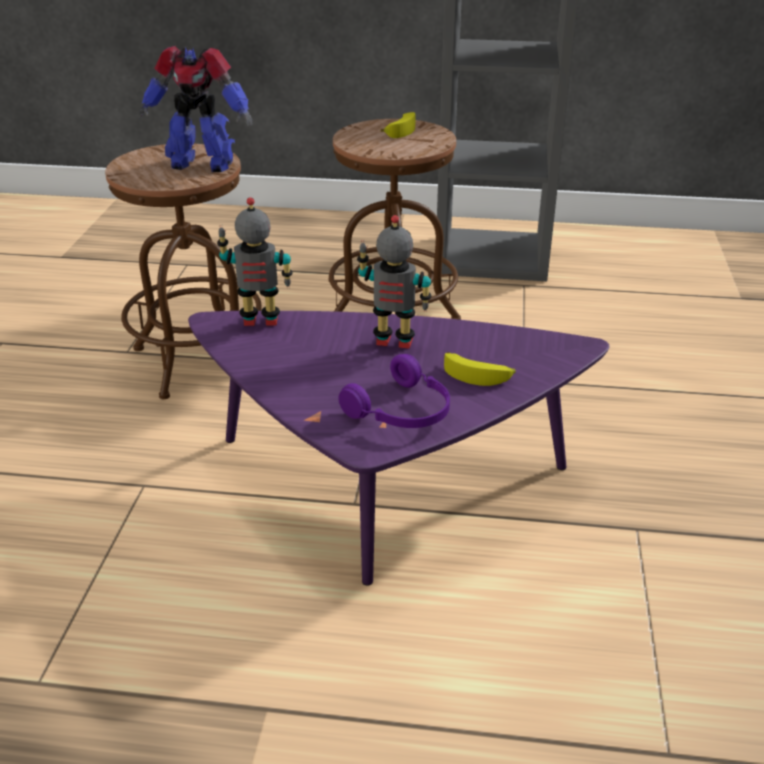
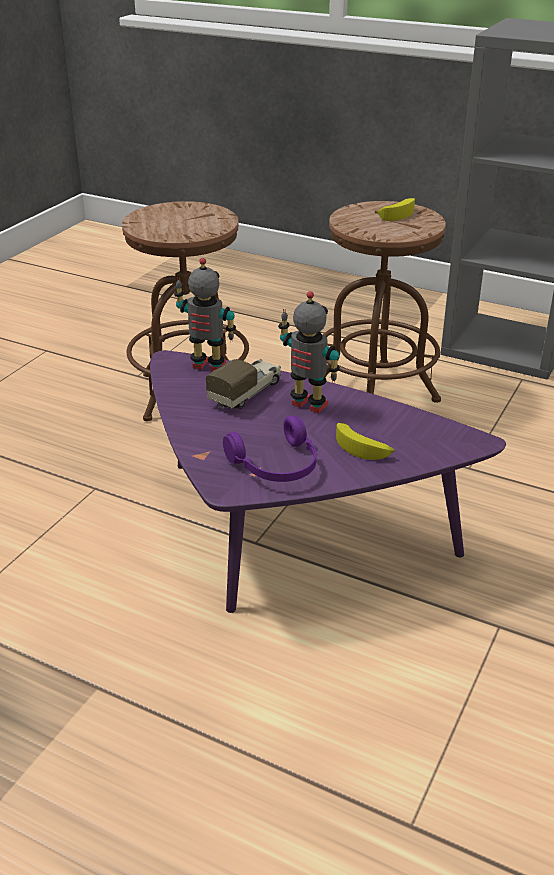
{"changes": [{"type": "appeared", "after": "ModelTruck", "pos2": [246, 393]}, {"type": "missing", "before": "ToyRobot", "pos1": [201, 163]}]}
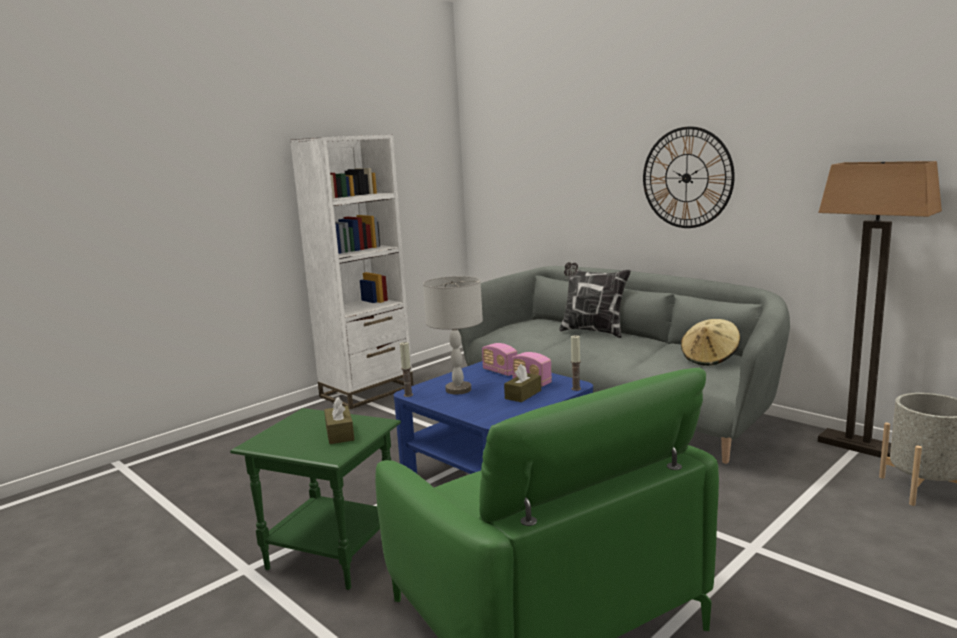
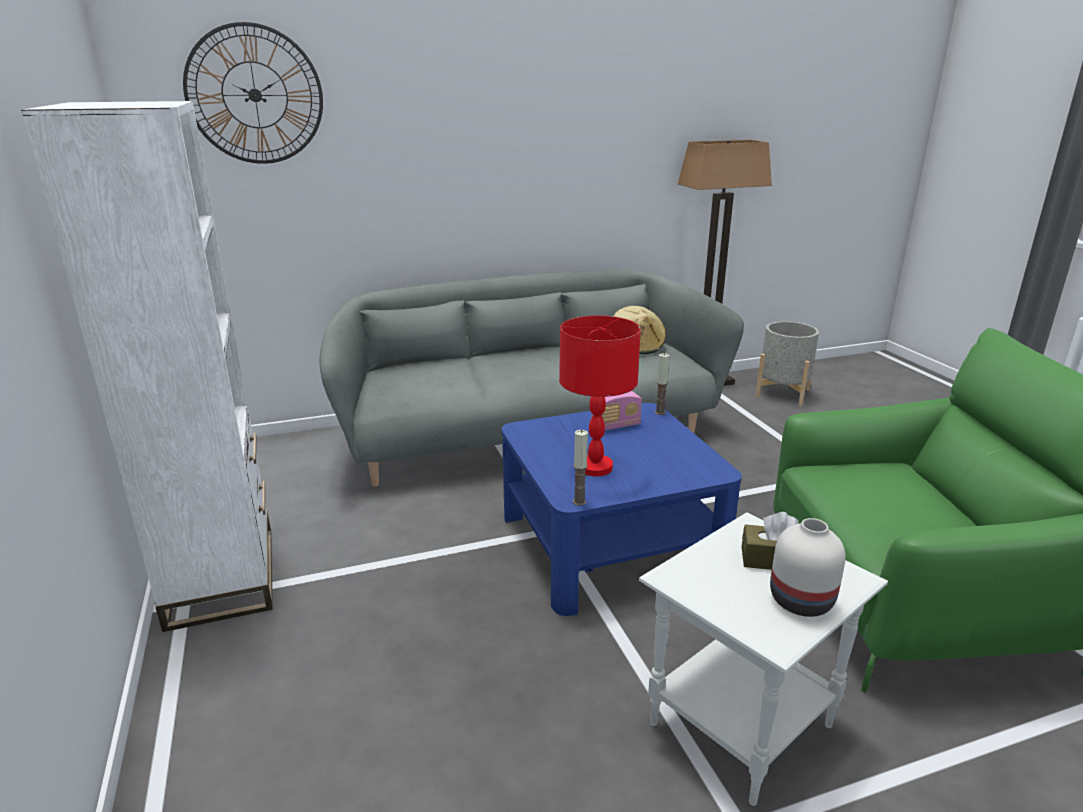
{"changes": [{"type": "relocated", "before": "WallClock", "pos1": [686, 178], "pos2": [255, 95]}, {"type": "colour", "before": "GreyishTableLamp", "after": "RedColouredTableLamp", "pos1": [459, 390], "pos2": [595, 467]}, {"type": "colour", "before": "GreenishEndTable", "after": "WhiteEndTable", "pos1": [334, 555], "pos2": [742, 723]}, {"type": "appeared", "after": "WhiteFlowerVase", "pos2": [799, 601]}, {"type": "missing", "before": "Radio", "pos1": [500, 371]}, {"type": "missing", "before": "BrownishTissueHolder", "pos1": [523, 394]}, {"type": "missing", "before": "ThrowPillow", "pos1": [592, 331]}]}
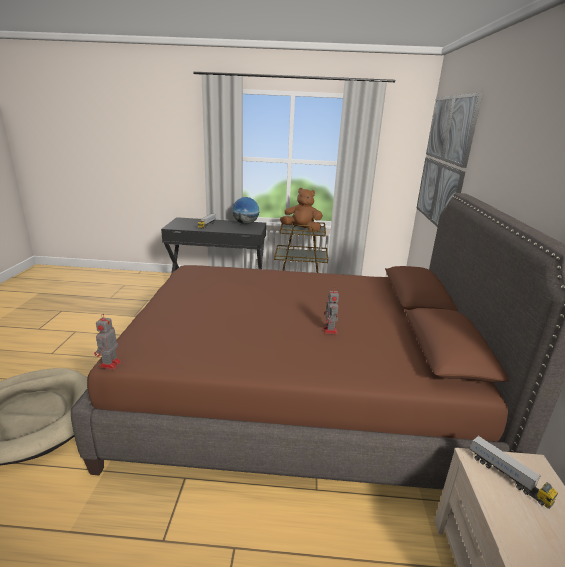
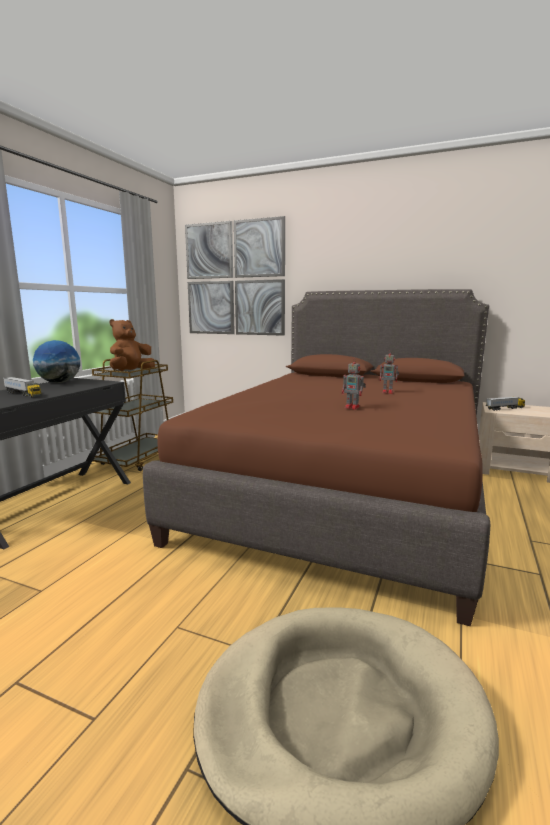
{"changes": [{"type": "relocated", "before": "ToyRobot", "pos1": [109, 365], "pos2": [353, 407]}]}
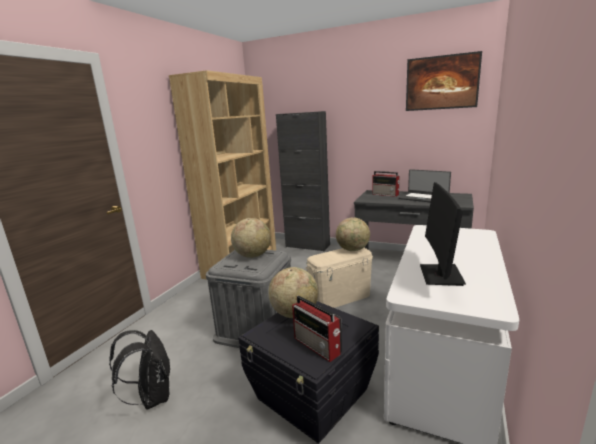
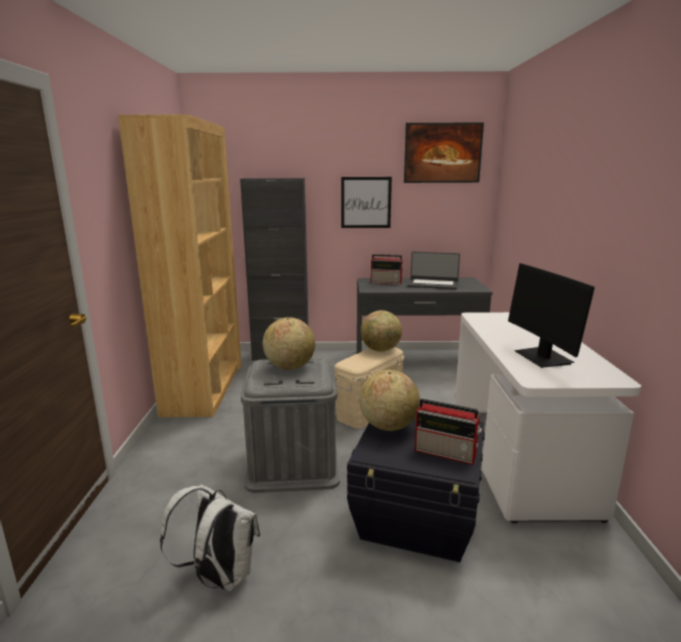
{"changes": [{"type": "colour", "before": "BlackColouredBackpack", "after": "WhiteBackpack", "pos1": [152, 397], "pos2": [219, 577]}, {"type": "appeared", "after": "WallArt", "pos2": [366, 202]}]}
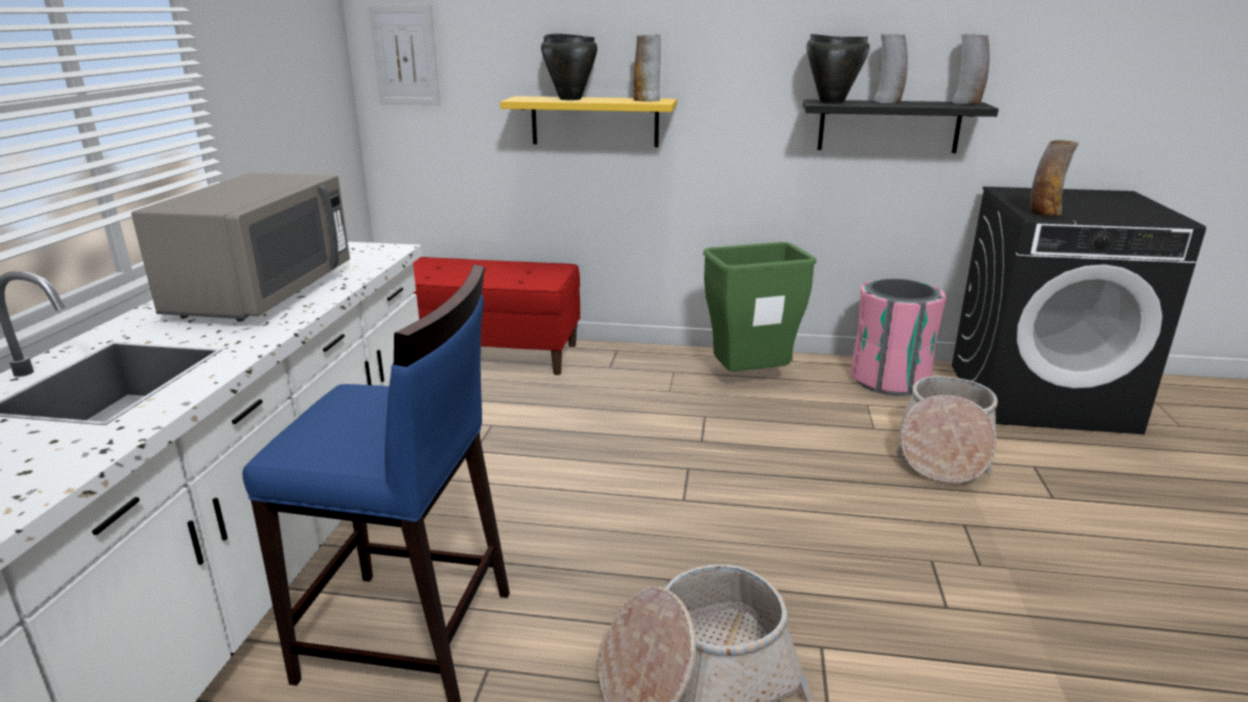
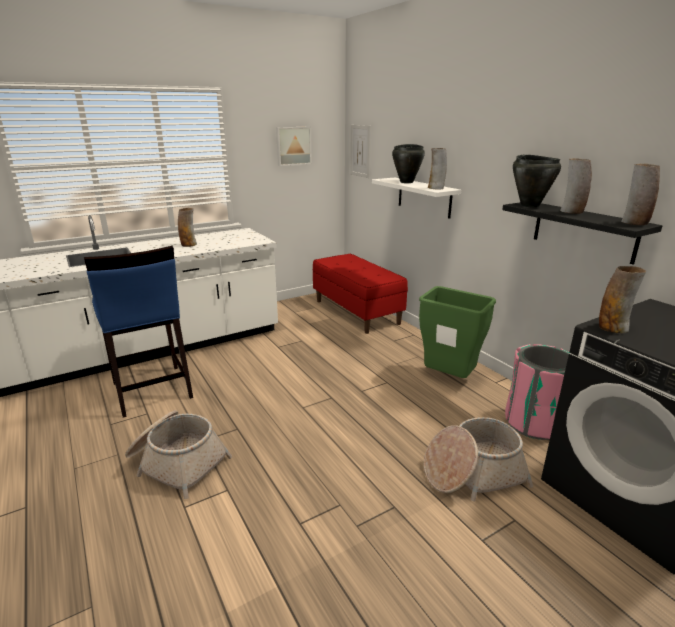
{"changes": [{"type": "exchanged", "before": "GreyishMicrowave", "after": "FlowerVase", "pos1": [264, 294], "pos2": [189, 245]}, {"type": "appeared", "after": "WallArt", "pos2": [293, 146]}, {"type": "colour", "before": "YellowBracketShelf", "after": "WhiteBracketShelf", "pos1": [594, 121], "pos2": [424, 197]}]}
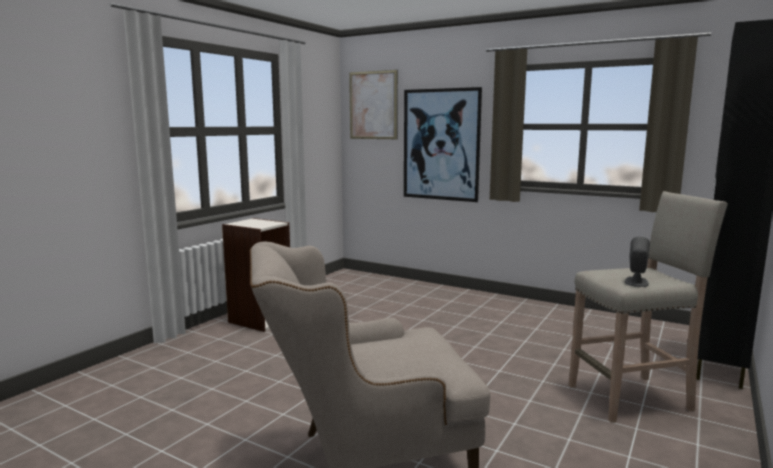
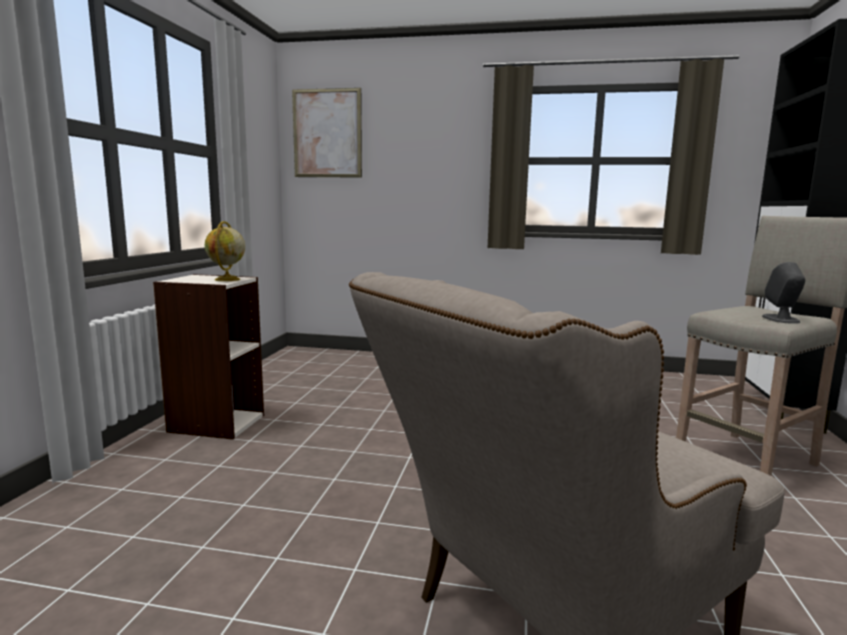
{"changes": [{"type": "appeared", "after": "DeskGlobe", "pos2": [227, 280]}, {"type": "missing", "before": "WallArt", "pos1": [441, 144]}]}
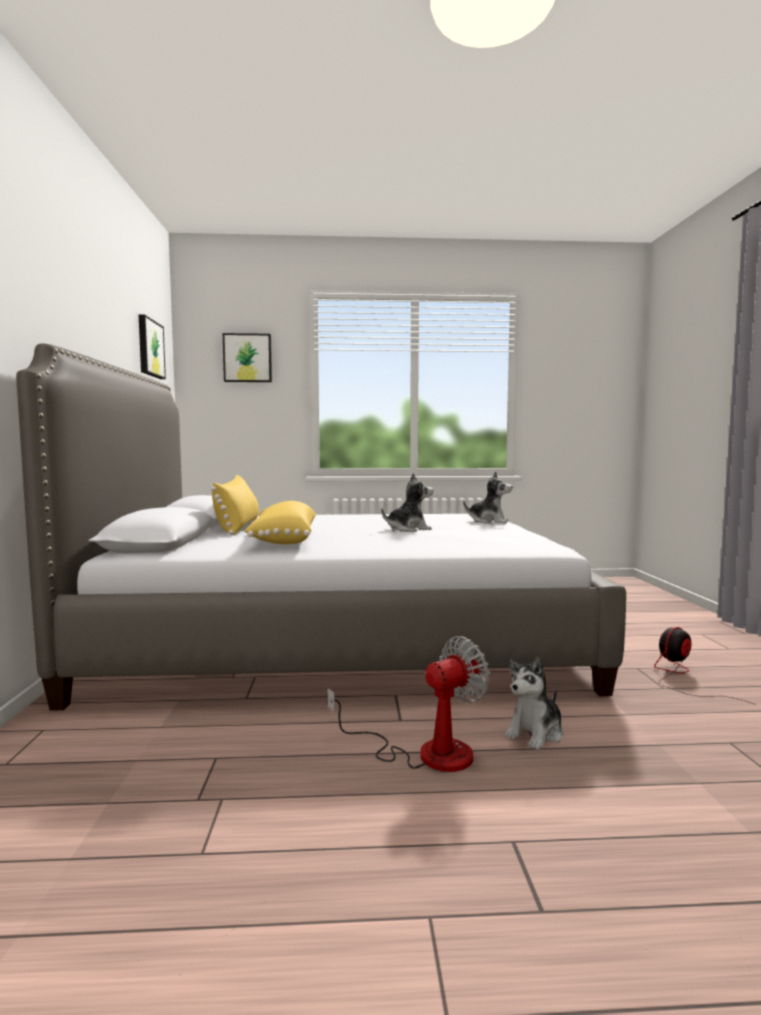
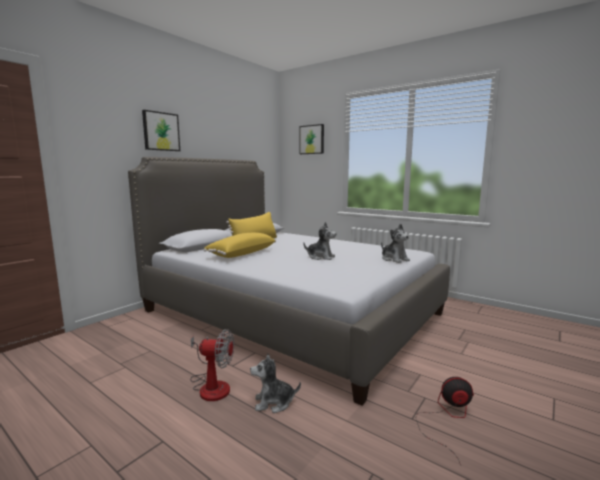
{"changes": [{"type": "relocated", "before": "WallArt", "pos1": [149, 348], "pos2": [161, 131]}]}
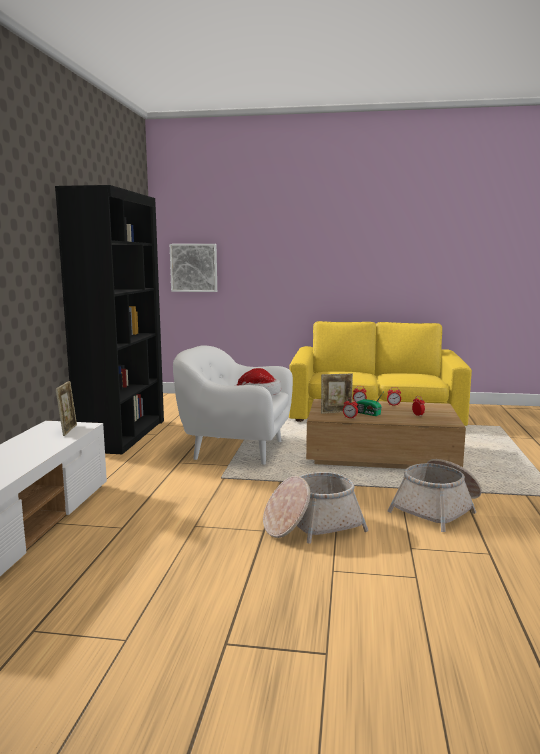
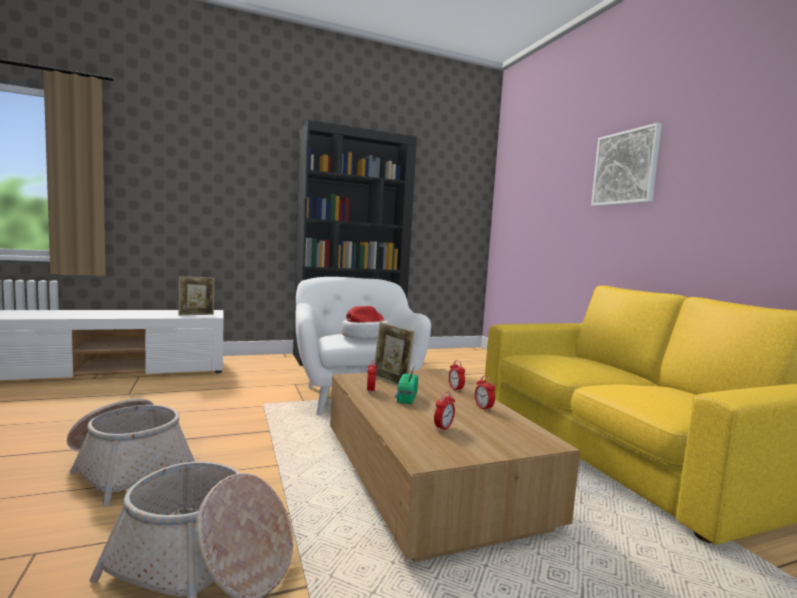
{"changes": [{"type": "relocated", "before": "WallArt", "pos1": [194, 268], "pos2": [625, 168]}]}
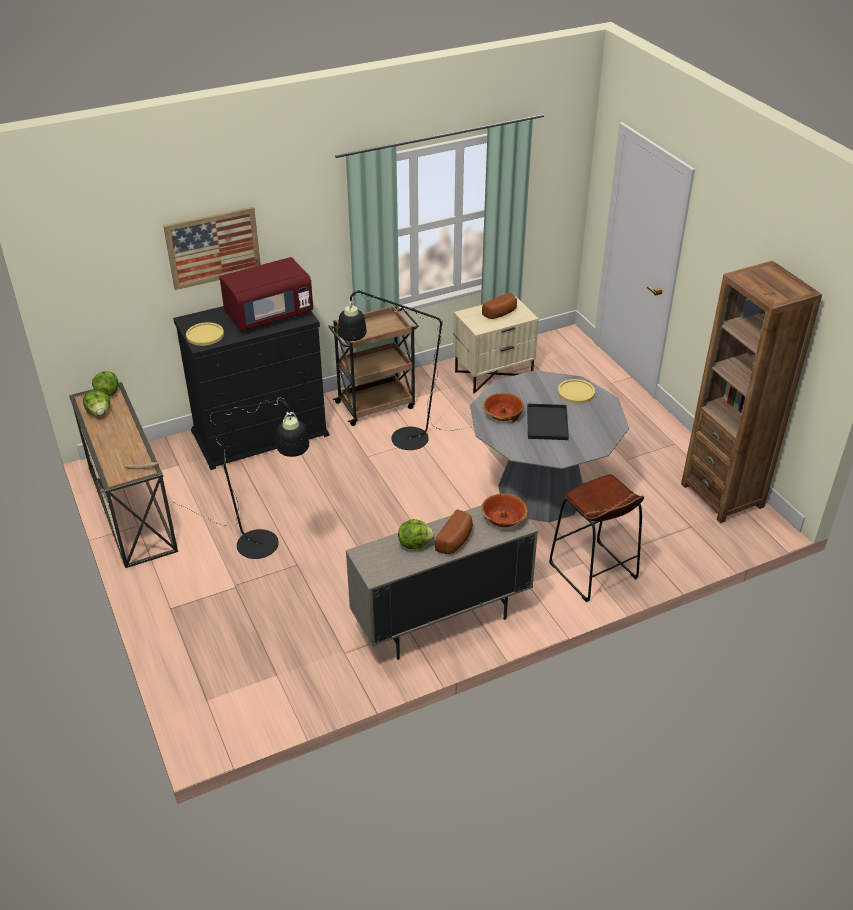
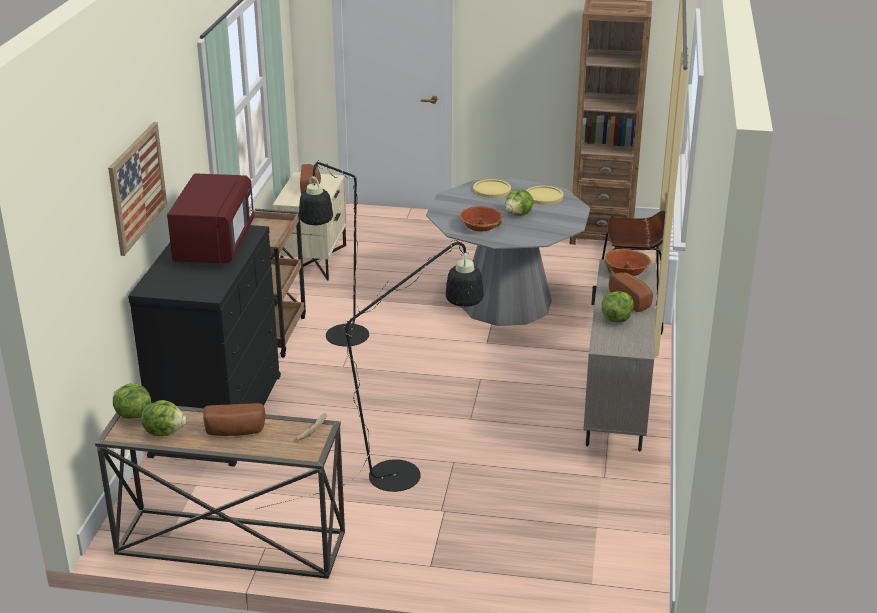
{"changes": [{"type": "appeared", "after": "BakeryBread", "pos2": [234, 432]}, {"type": "exchanged", "before": "BlackColouredCarryingTray", "after": "LettuceHead", "pos1": [548, 423], "pos2": [518, 214]}, {"type": "relocated", "before": "YellowDinnerPlate", "pos1": [205, 335], "pos2": [544, 196]}]}
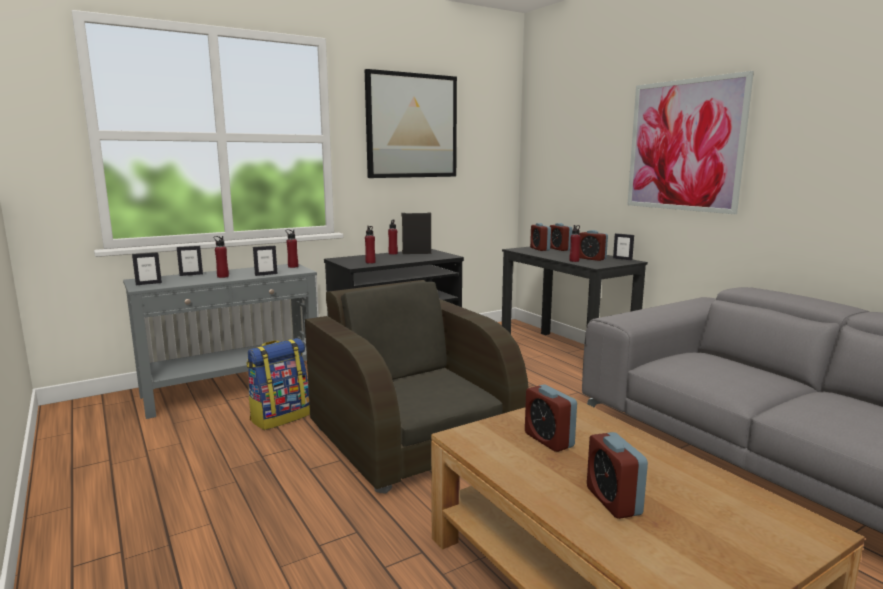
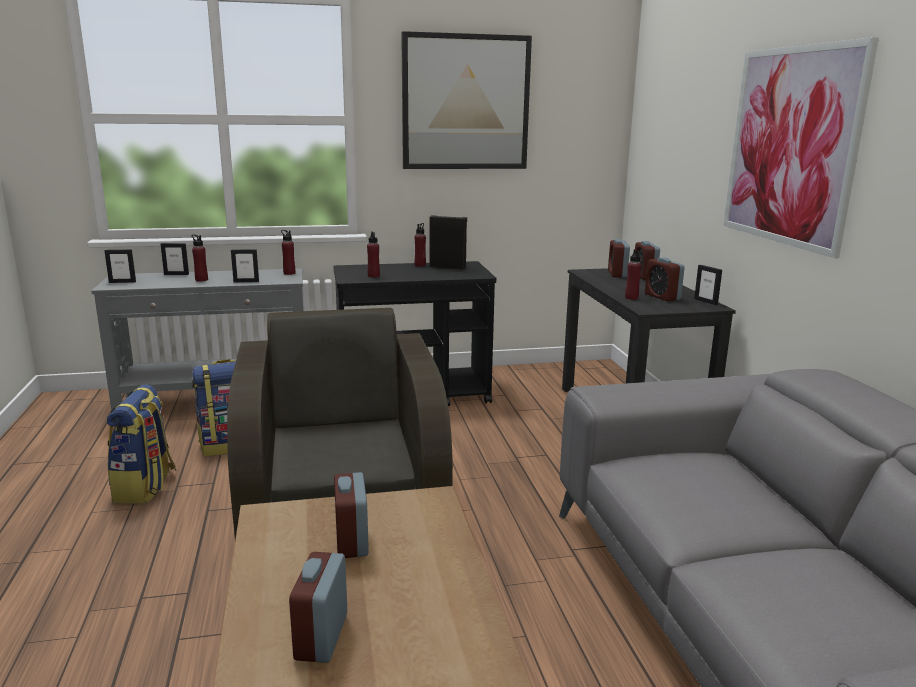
{"changes": [{"type": "appeared", "after": "Backpack", "pos2": [145, 487]}]}
